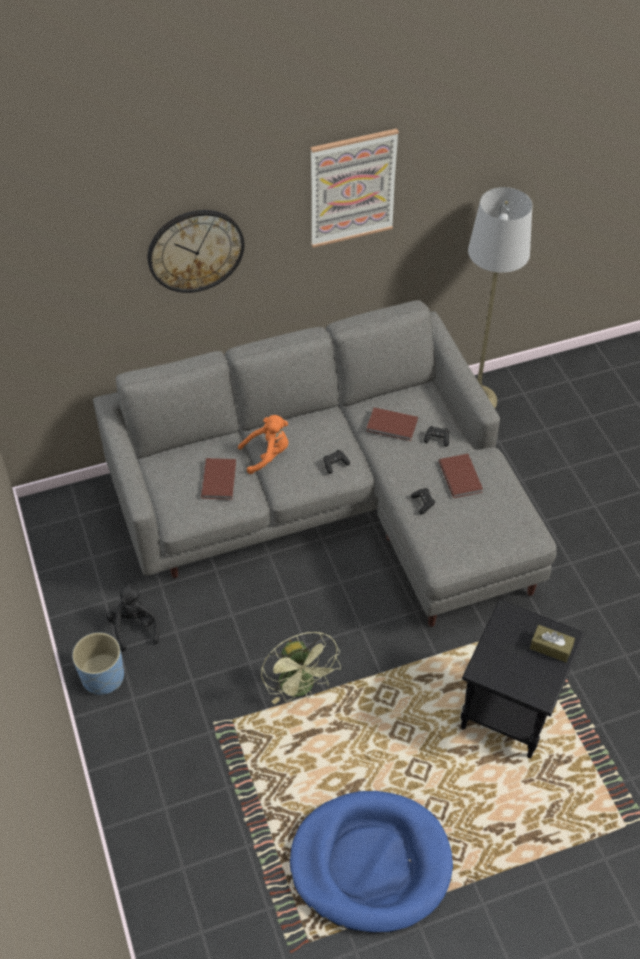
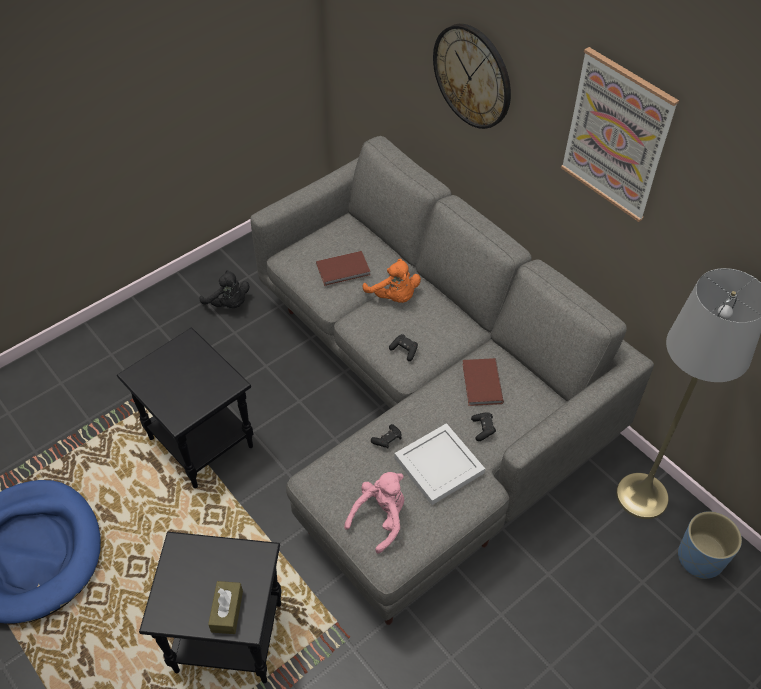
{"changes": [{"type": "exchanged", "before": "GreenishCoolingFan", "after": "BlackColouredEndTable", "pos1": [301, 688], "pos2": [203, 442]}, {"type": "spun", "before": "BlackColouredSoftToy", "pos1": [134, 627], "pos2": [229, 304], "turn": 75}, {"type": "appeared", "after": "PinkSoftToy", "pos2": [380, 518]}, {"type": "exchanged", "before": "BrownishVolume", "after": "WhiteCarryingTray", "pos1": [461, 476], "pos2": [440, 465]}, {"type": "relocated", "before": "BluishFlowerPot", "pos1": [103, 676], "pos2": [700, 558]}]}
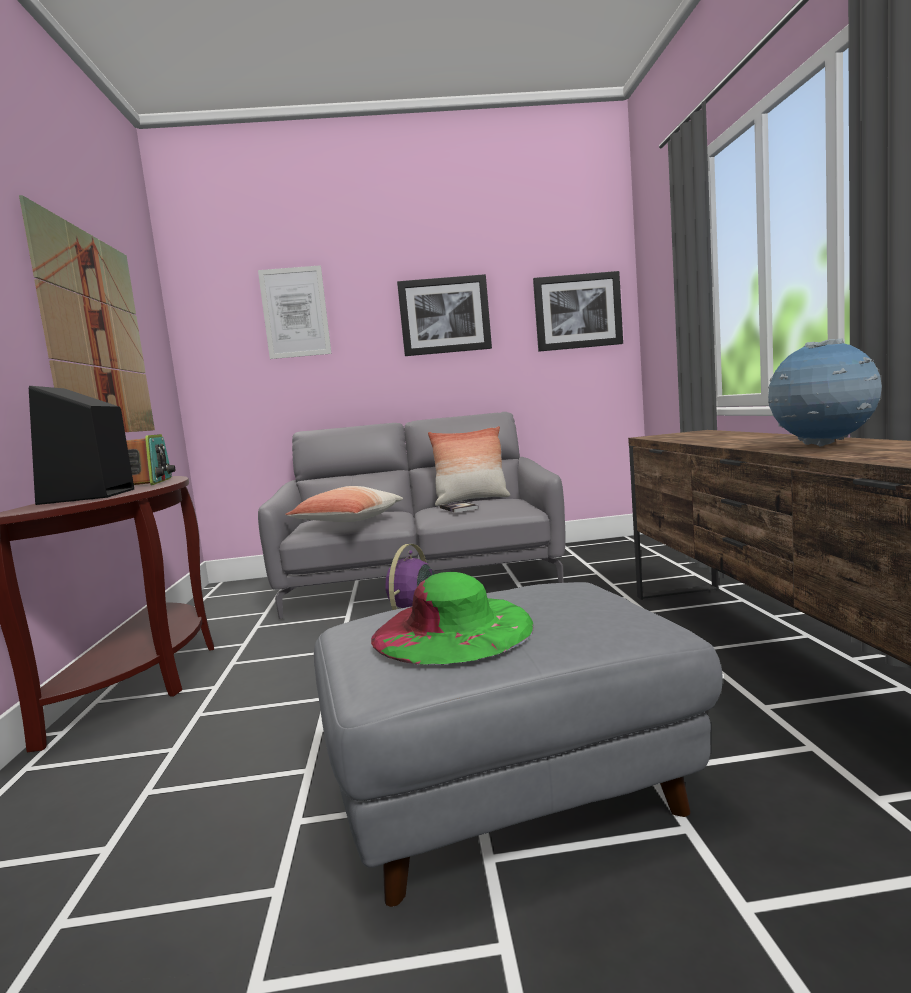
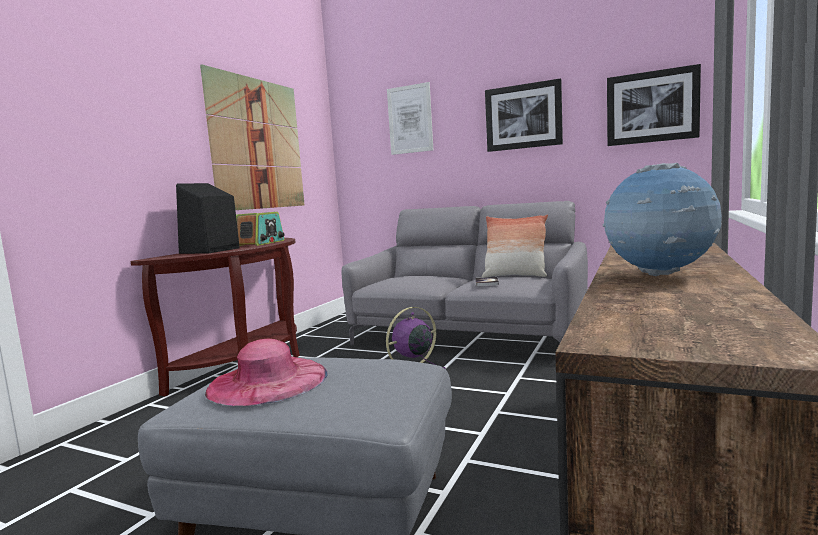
{"changes": [{"type": "colour", "before": "GreenishWearableHat", "after": "PinkWearableHat", "pos1": [452, 630], "pos2": [268, 381]}, {"type": "missing", "before": "ThrowPillow", "pos1": [347, 522]}]}
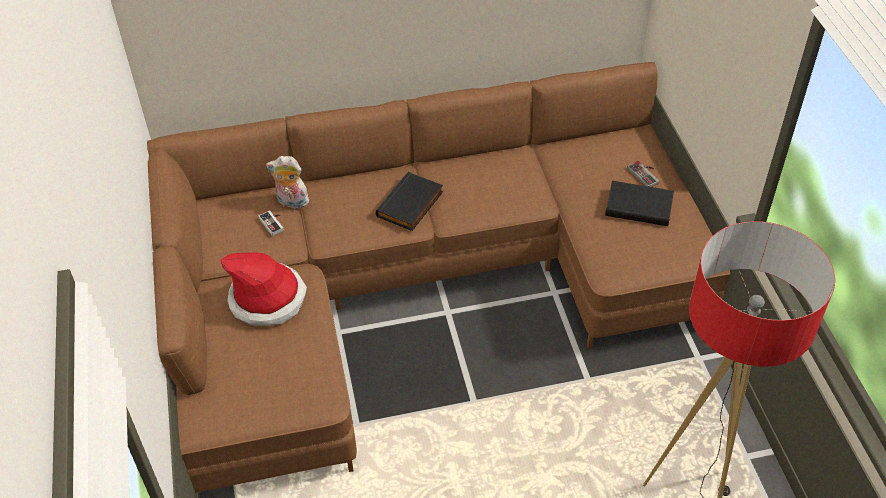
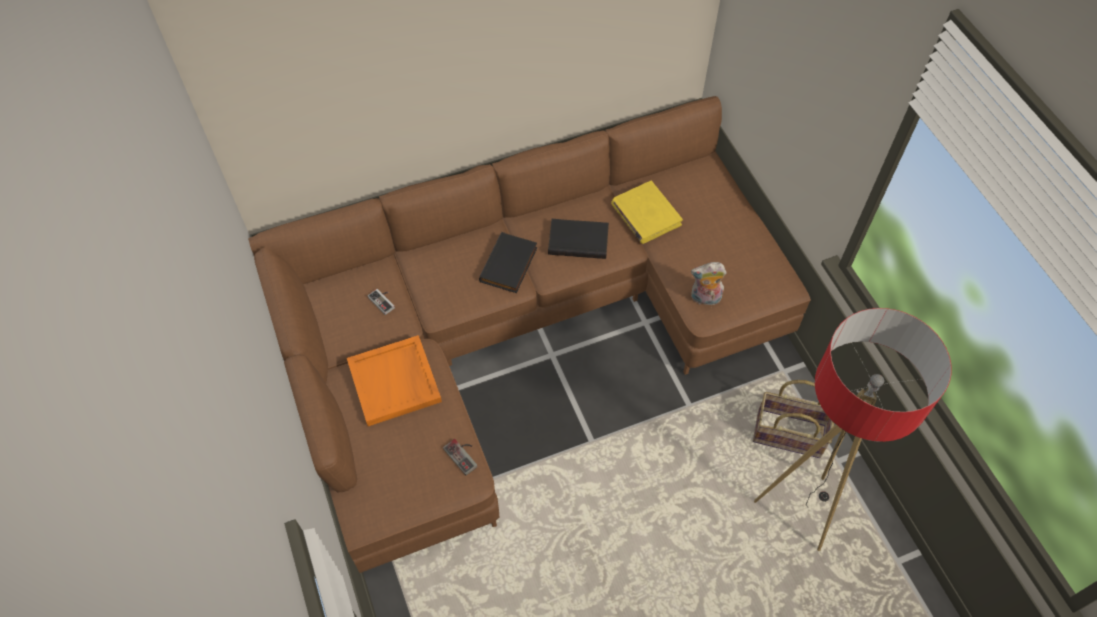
{"changes": [{"type": "exchanged", "before": "WearableHat", "after": "OrangeCarryingTray", "pos1": [268, 299], "pos2": [395, 382]}, {"type": "relocated", "before": "Gamepad", "pos1": [646, 174], "pos2": [464, 454]}, {"type": "relocated", "before": "BlackColouredVolume", "pos1": [639, 205], "pos2": [579, 240]}, {"type": "appeared", "after": "YellowVolume", "pos2": [645, 215]}, {"type": "relocated", "before": "SoftToy", "pos1": [291, 202], "pos2": [704, 299]}, {"type": "appeared", "after": "HouseholdBasket", "pos2": [789, 433]}]}
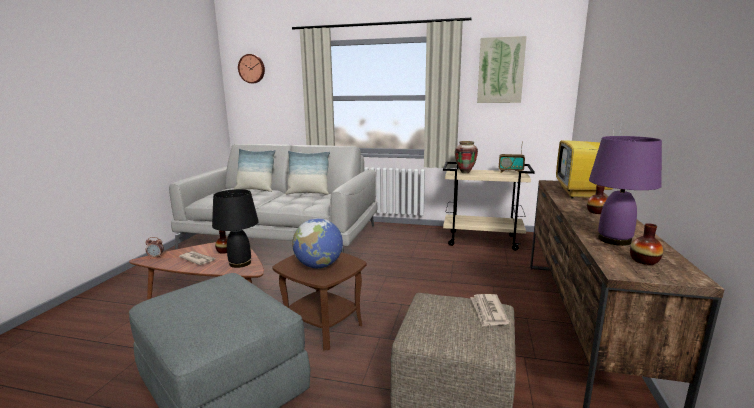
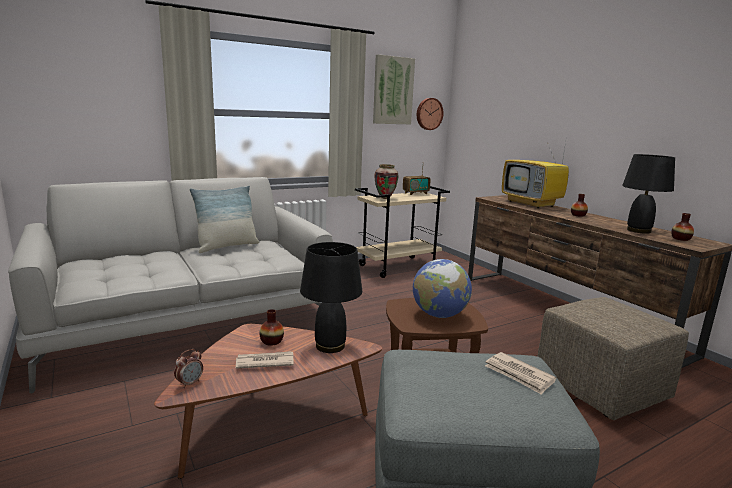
{"changes": [{"type": "relocated", "before": "WallClock", "pos1": [252, 68], "pos2": [428, 114]}, {"type": "relocated", "before": "PrintedPaper", "pos1": [488, 312], "pos2": [519, 375]}, {"type": "colour", "before": "PurpleColouredTableLamp", "after": "BlackColouredTableLamp", "pos1": [614, 240], "pos2": [638, 230]}, {"type": "missing", "before": "ThrowPillow", "pos1": [255, 190]}]}
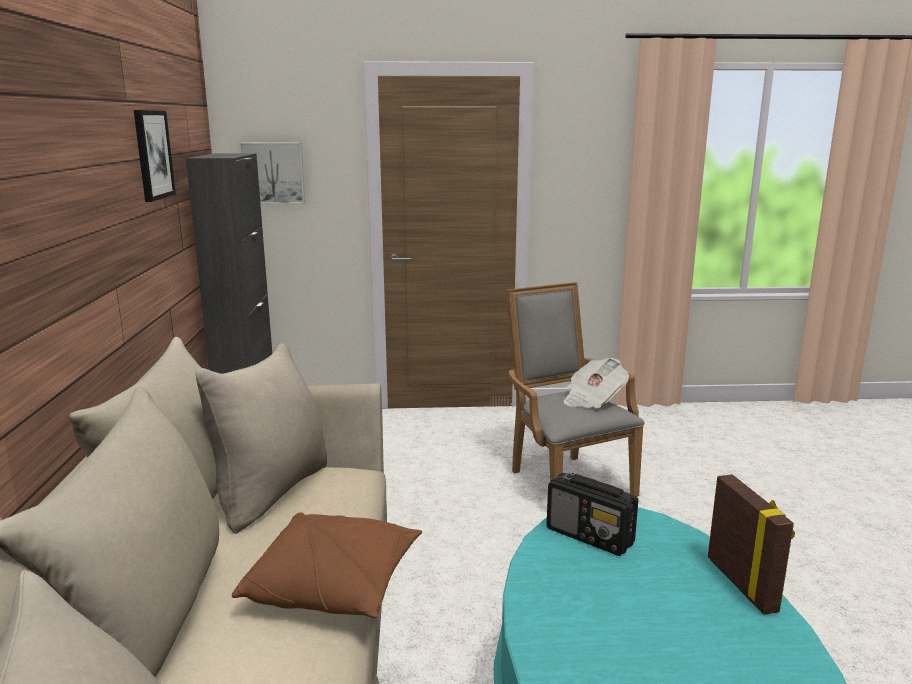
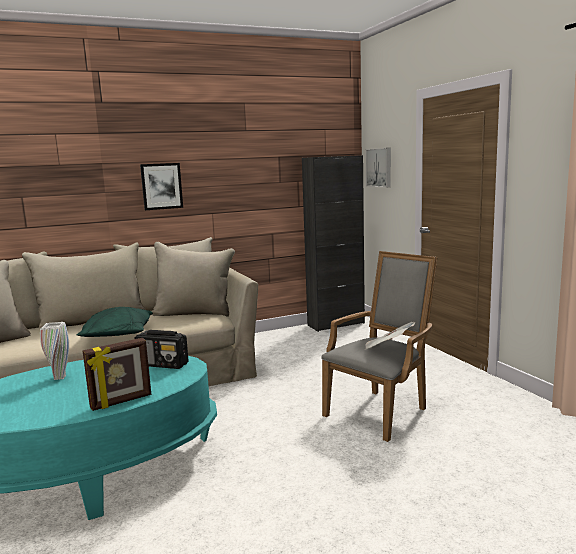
{"changes": [{"type": "appeared", "after": "WhiteFlowerVase", "pos2": [60, 377]}, {"type": "colour", "before": "BrownishThrowPillow", "after": "GreenishThrowPillow", "pos1": [334, 585], "pos2": [118, 335]}, {"type": "spun", "before": "Radio", "pos1": [590, 536], "pos2": [163, 364], "turn": -90}, {"type": "relocated", "before": "WallArt", "pos1": [152, 155], "pos2": [161, 186]}]}
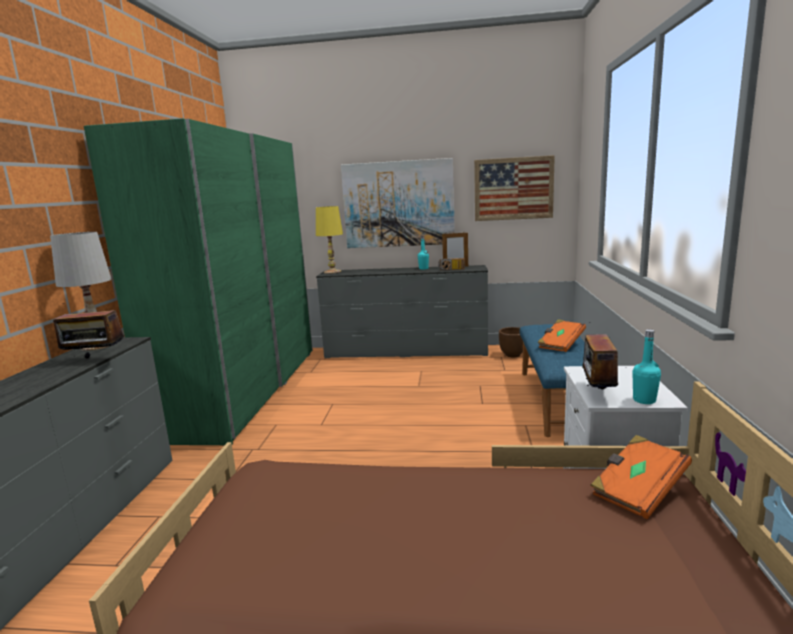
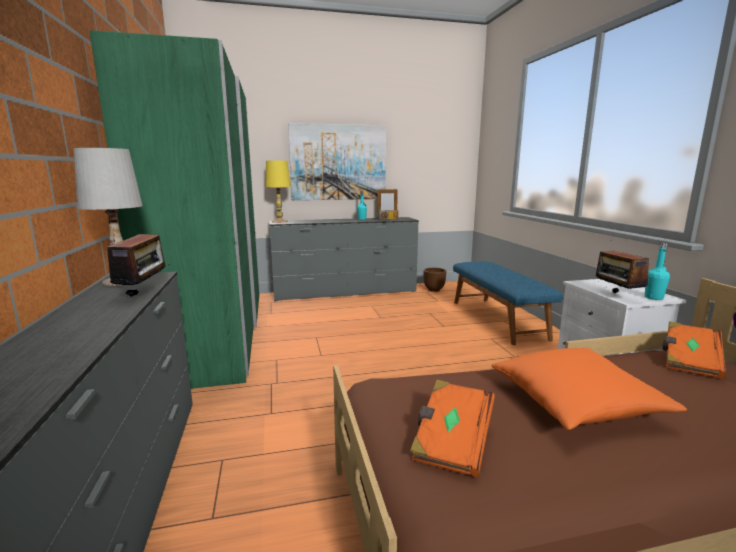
{"changes": [{"type": "spun", "before": "Radio", "pos1": [94, 360], "pos2": [144, 292], "turn": -75}, {"type": "relocated", "before": "OrangeVolume", "pos1": [560, 345], "pos2": [451, 442]}, {"type": "appeared", "after": "OrangeThrowPillow", "pos2": [575, 404]}, {"type": "missing", "before": "WallArt", "pos1": [513, 188]}]}
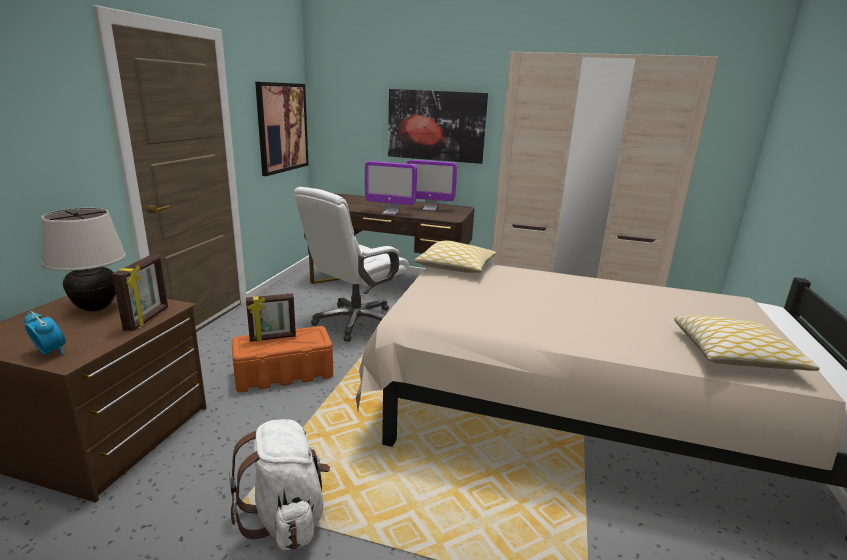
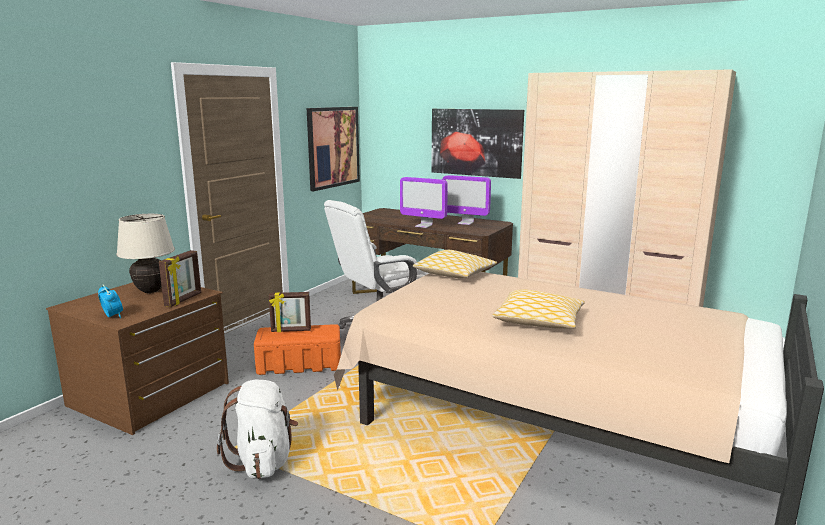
{"changes": [{"type": "relocated", "before": "ThrowPillow", "pos1": [735, 355], "pos2": [539, 321]}]}
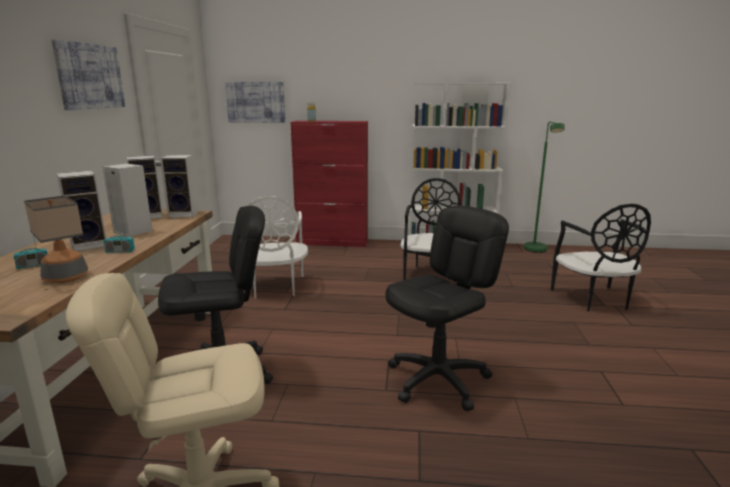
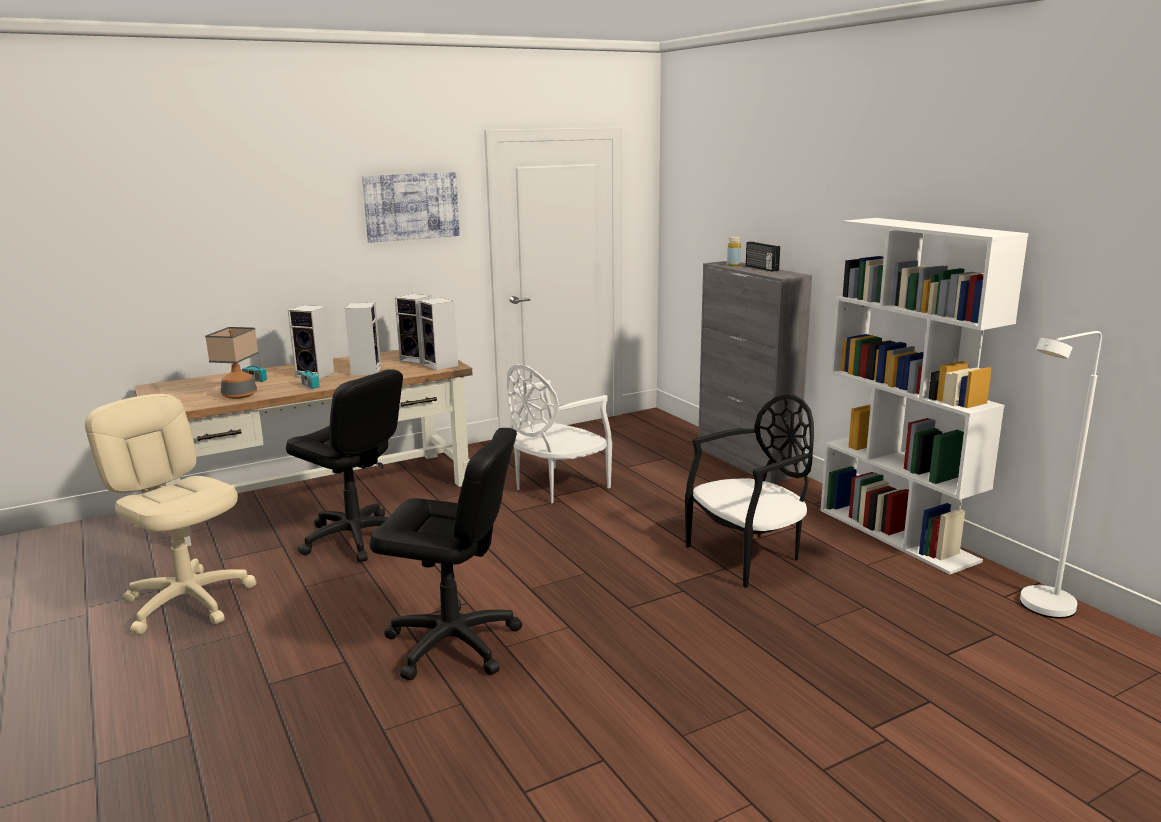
{"changes": [{"type": "colour", "before": "RedColouredCupboard", "after": "GreyishCupboard", "pos1": [332, 242], "pos2": [746, 461]}, {"type": "appeared", "after": "Radio", "pos2": [761, 268]}, {"type": "colour", "before": "GreenishFloorLamp", "after": "WhiteFloorLamp", "pos1": [537, 251], "pos2": [1038, 609]}, {"type": "missing", "before": "WallArt", "pos1": [255, 102]}, {"type": "missing", "before": "BlackColouredPlainChair", "pos1": [593, 299]}]}
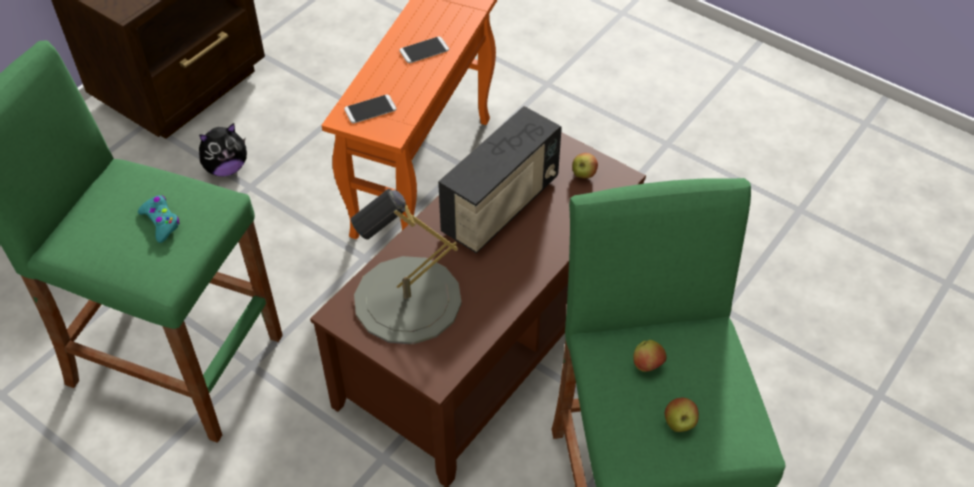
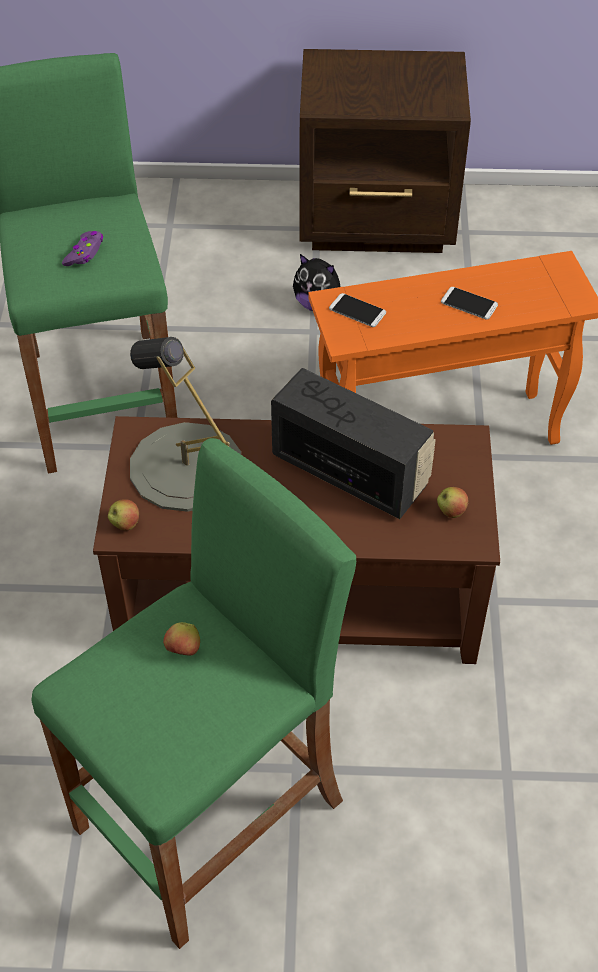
{"changes": [{"type": "colour", "before": "TurquoiseColouredGamepad", "after": "PurpleColouredGamepad", "pos1": [161, 222], "pos2": [84, 253]}, {"type": "relocated", "before": "WholeApple", "pos1": [679, 424], "pos2": [125, 524]}, {"type": "spun", "before": "Radio", "pos1": [501, 207], "pos2": [350, 472], "turn": -150}]}
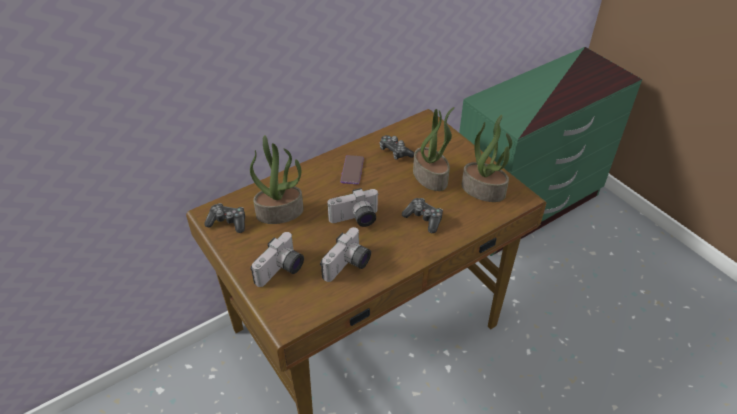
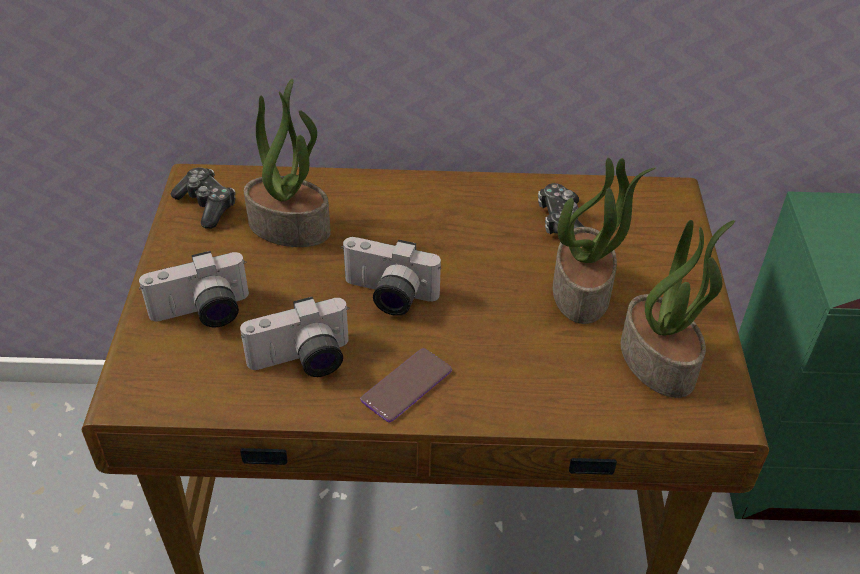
{"changes": [{"type": "relocated", "before": "Telephone", "pos1": [352, 170], "pos2": [406, 386]}, {"type": "missing", "before": "Gamepad", "pos1": [424, 219]}]}
